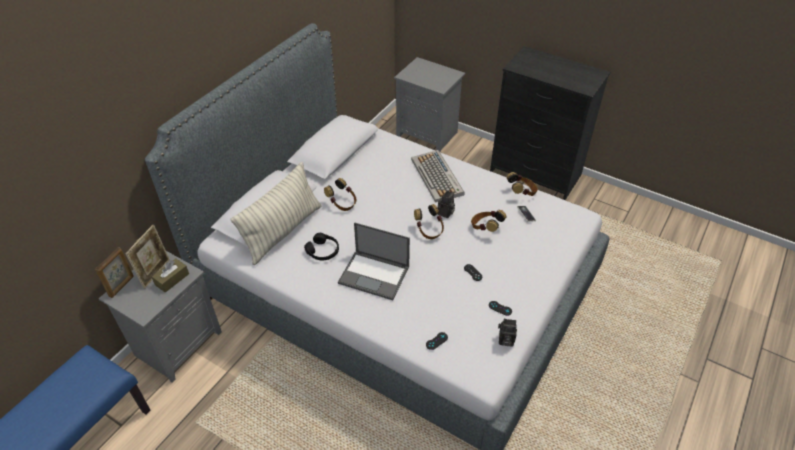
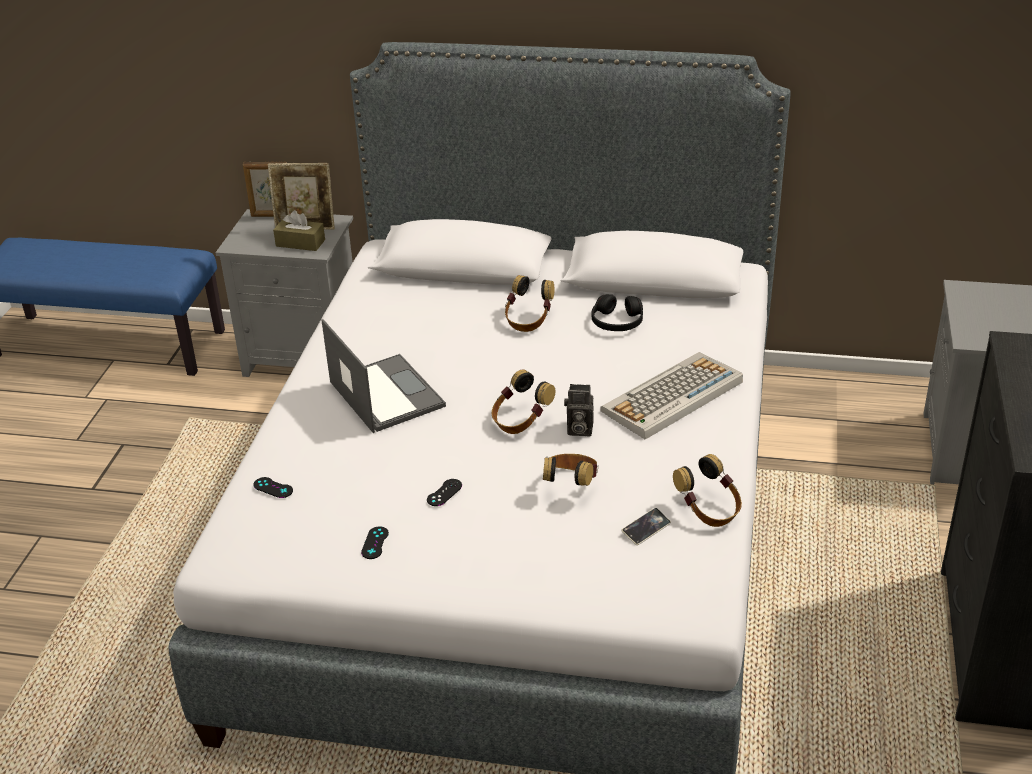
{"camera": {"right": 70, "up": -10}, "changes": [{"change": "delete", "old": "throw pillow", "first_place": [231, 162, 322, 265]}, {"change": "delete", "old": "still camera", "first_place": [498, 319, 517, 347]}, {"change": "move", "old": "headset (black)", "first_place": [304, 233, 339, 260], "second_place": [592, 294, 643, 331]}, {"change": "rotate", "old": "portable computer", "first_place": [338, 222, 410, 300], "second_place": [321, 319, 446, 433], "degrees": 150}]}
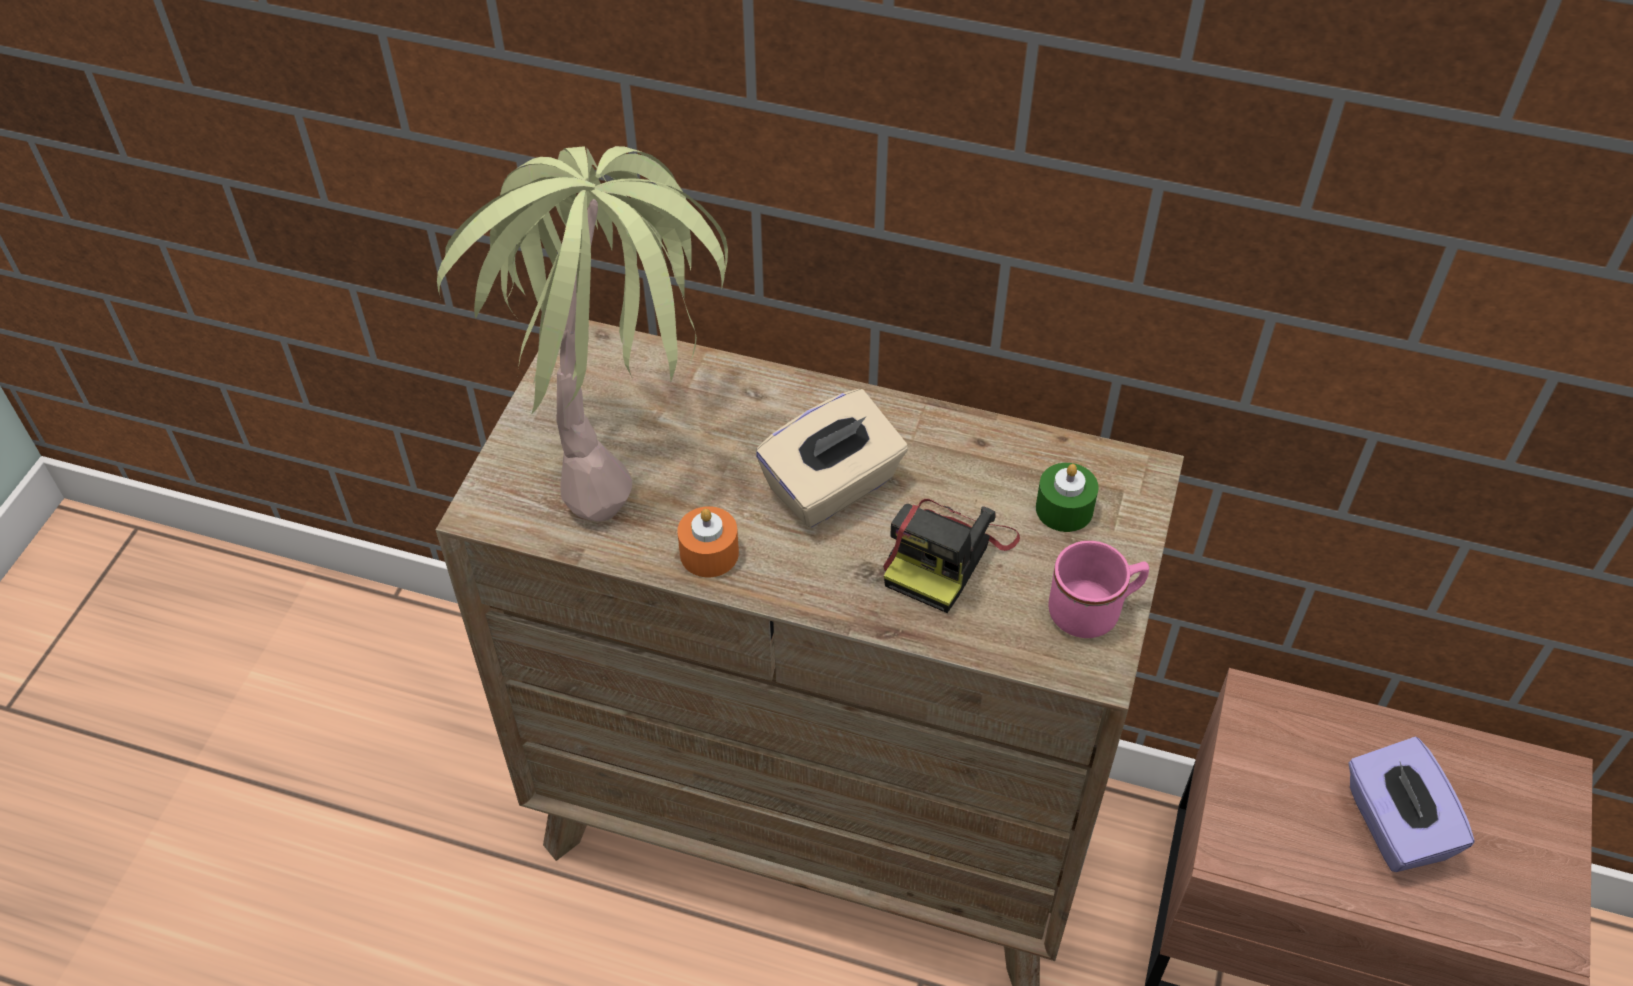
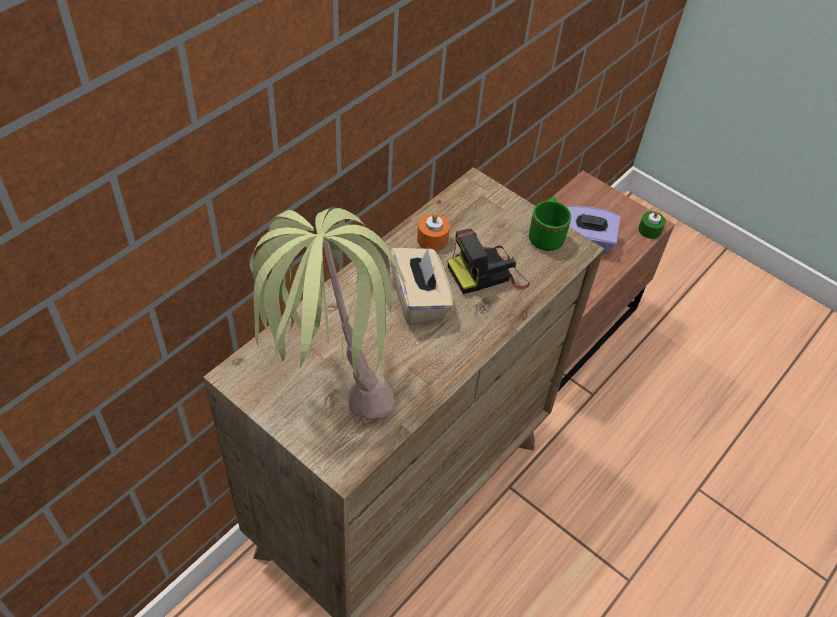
{"camera": {"right": -70, "up": 0}, "changes": [{"change": "move", "old": "wax light (orange-coloured)", "first_place": [677, 506, 739, 577], "second_place": [417, 213, 450, 251]}, {"change": "move", "old": "wax light (greenish)", "first_place": [1036, 463, 1099, 532], "second_place": [638, 210, 666, 239]}, {"change": "recolor", "old": "coffee mug (pink)", "new": "coffee mug (greenish)", "first_place": [1048, 541, 1149, 638], "second_place": [529, 196, 571, 251]}, {"change": "rotate", "old": "still camera", "first_place": [883, 499, 1020, 613], "second_place": [448, 229, 529, 294], "degrees": 105}]}
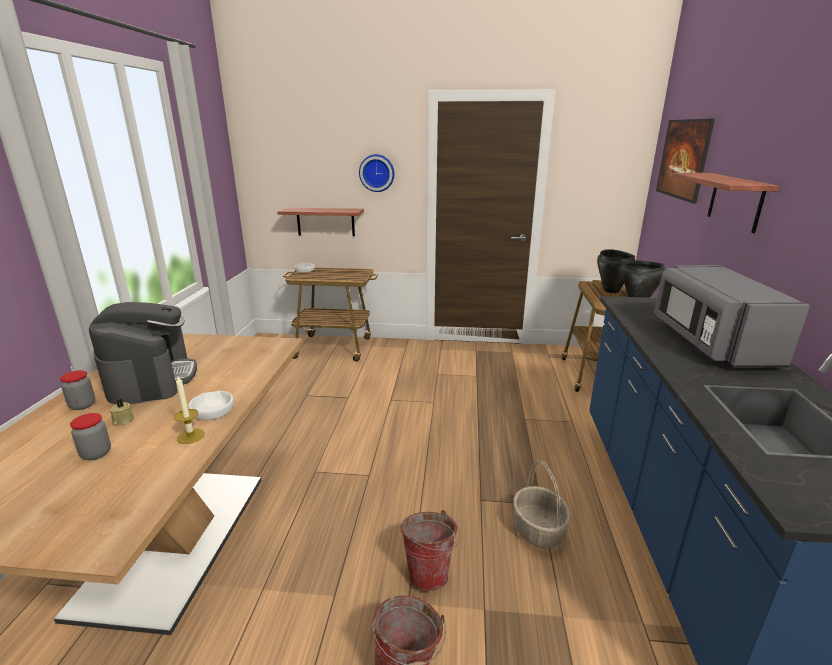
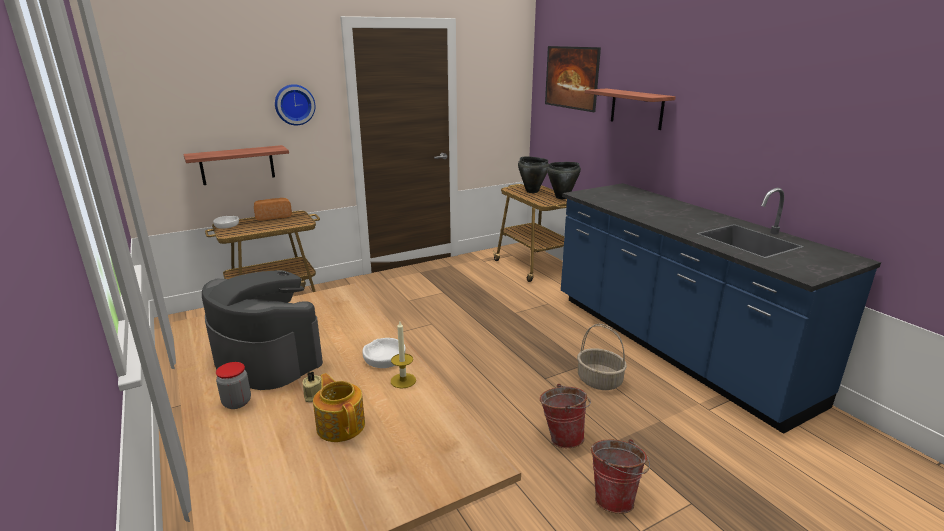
{"camera": {"right": -35, "up": 0}, "changes": [{"change": "delete", "old": "microwave (gray)", "first_place": [654, 265, 810, 368]}, {"change": "insert", "new": "bread", "second_place": [254, 198, 292, 221]}, {"change": "replace", "old": "jar", "new": "teapot", "first_place": [70, 413, 111, 460], "second_place": [313, 373, 365, 442]}]}
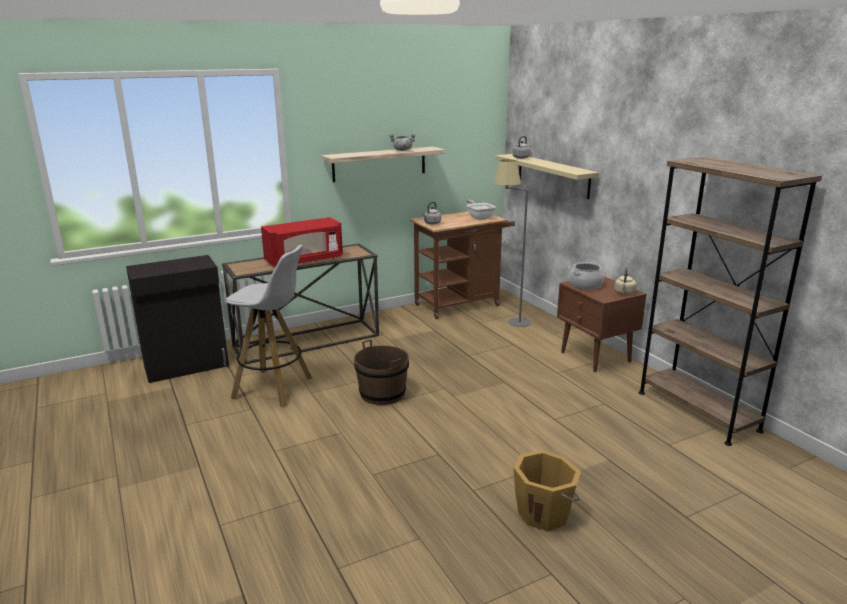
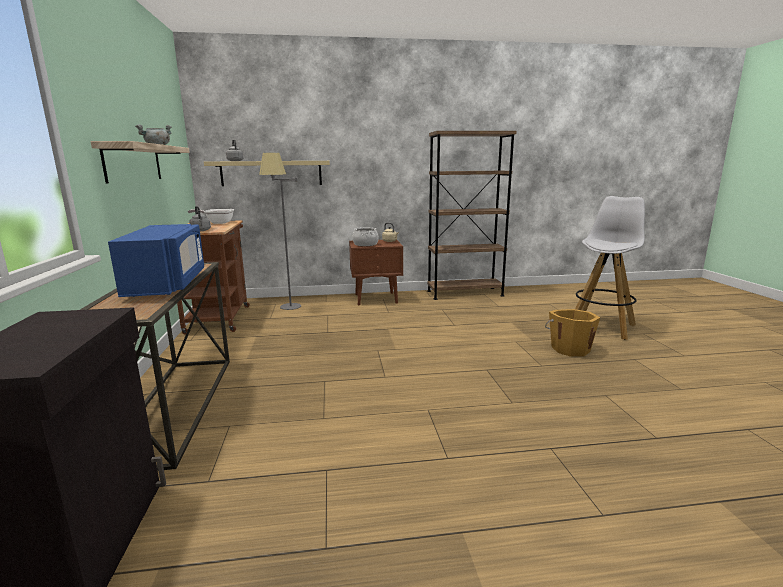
{"camera": {"right": -70, "up": -5}, "changes": [{"change": "delete", "old": "bucket (brownish)", "first_place": [354, 339, 409, 405]}, {"change": "move", "old": "stool (whitish)", "first_place": [225, 245, 312, 407], "second_place": [575, 196, 645, 340]}, {"change": "recolor", "old": "microwave (red)", "new": "microwave (blue)", "first_place": [261, 217, 343, 267], "second_place": [108, 224, 204, 297]}]}
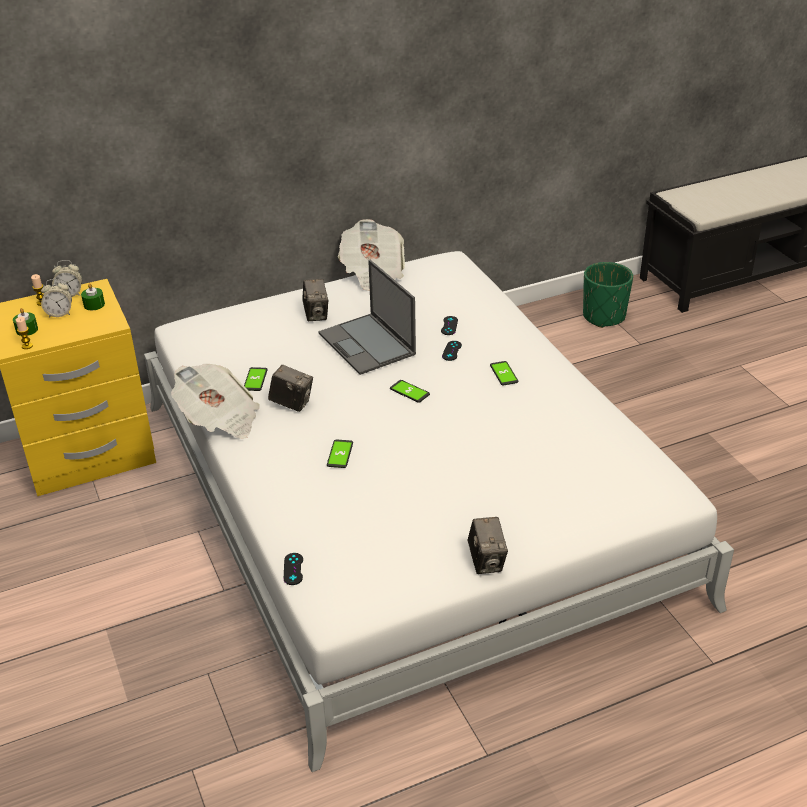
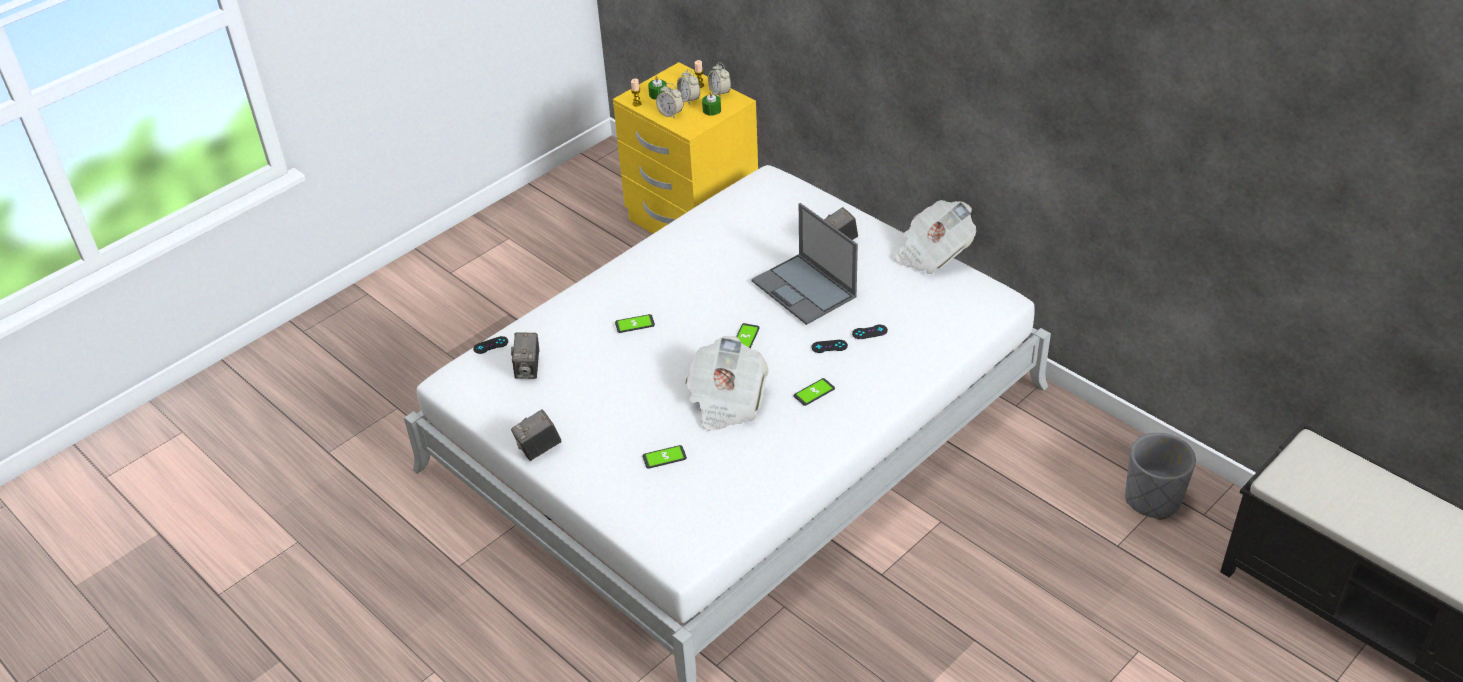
{"camera": {"right": 70, "up": 5}, "changes": [{"change": "insert", "new": "bedside clock", "second_place": [656, 83, 684, 119]}, {"change": "move", "old": "newspaper", "first_place": [171, 364, 260, 439], "second_place": [685, 336, 769, 431]}, {"change": "move", "old": "handset", "first_place": [244, 367, 267, 391], "second_place": [642, 445, 687, 469]}, {"change": "move", "old": "still camera", "first_place": [268, 365, 313, 412], "second_place": [511, 332, 539, 379]}, {"change": "recolor", "old": "planter (greenish)", "new": "planter (gray)", "first_place": [583, 262, 633, 328], "second_place": [1125, 433, 1196, 520]}, {"change": "rotate", "old": "portable computer", "first_place": [318, 260, 416, 375], "second_place": [751, 203, 858, 325], "degrees": -75}]}
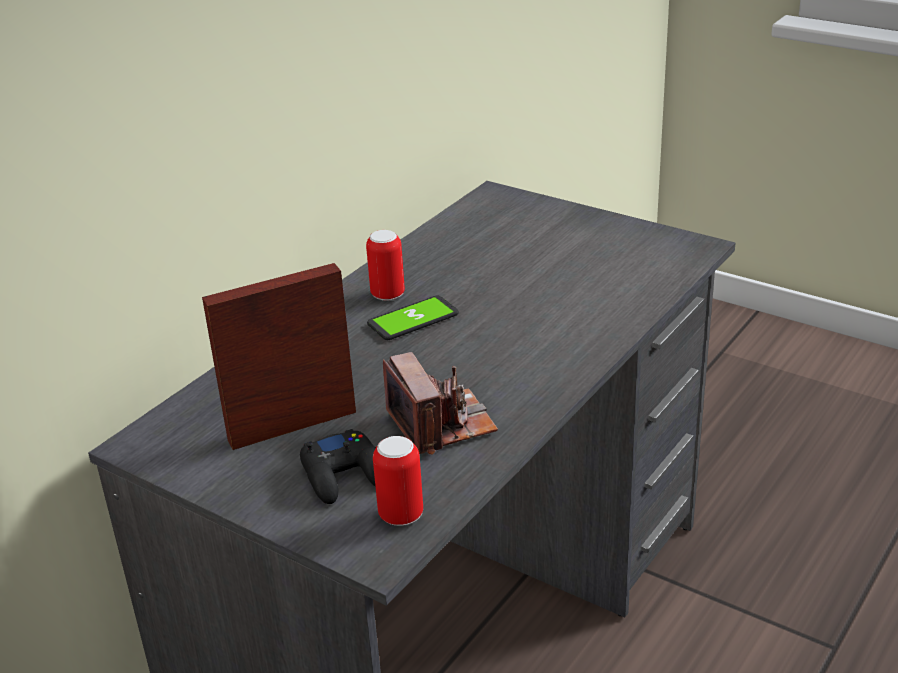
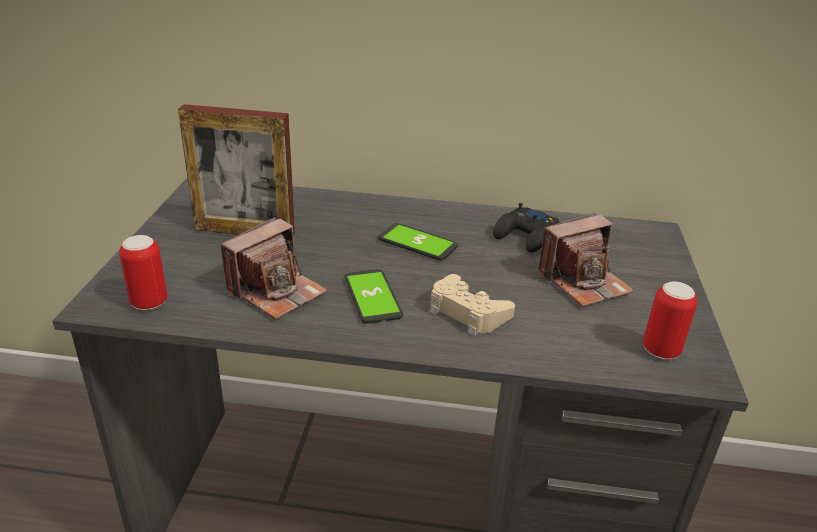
{"camera": {"right": 60, "up": 0}, "changes": [{"change": "insert", "new": "handset", "second_place": [344, 269, 403, 324]}, {"change": "insert", "new": "gamepad (beige)", "second_place": [429, 274, 515, 336]}, {"change": "insert", "new": "still camera", "second_place": [538, 213, 634, 307]}, {"change": "move", "old": "gamepad (black)", "first_place": [300, 429, 376, 504], "second_place": [493, 203, 560, 253]}, {"change": "move", "old": "can", "first_place": [366, 230, 405, 301], "second_place": [643, 281, 697, 359]}, {"change": "rotate", "old": "picture frame", "first_place": [202, 263, 356, 450], "second_place": [178, 104, 295, 235], "degrees": 150}]}
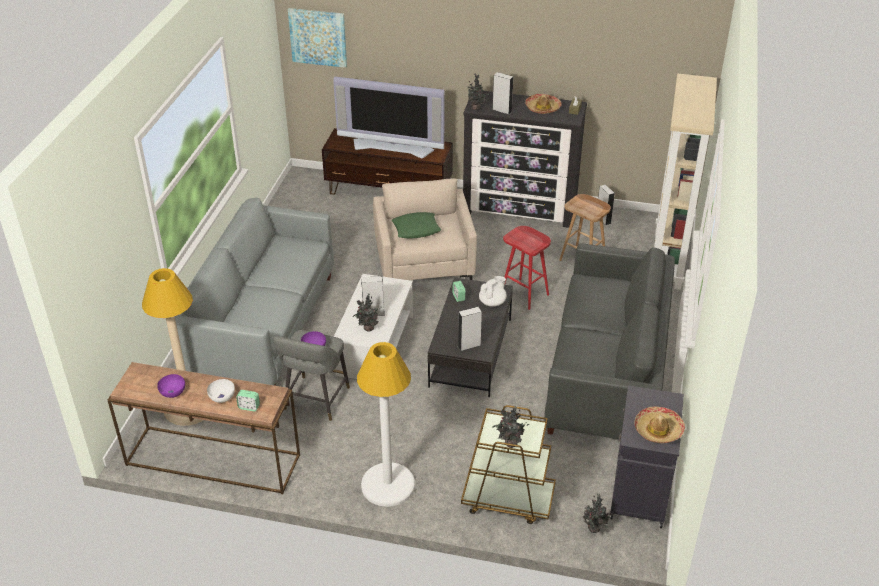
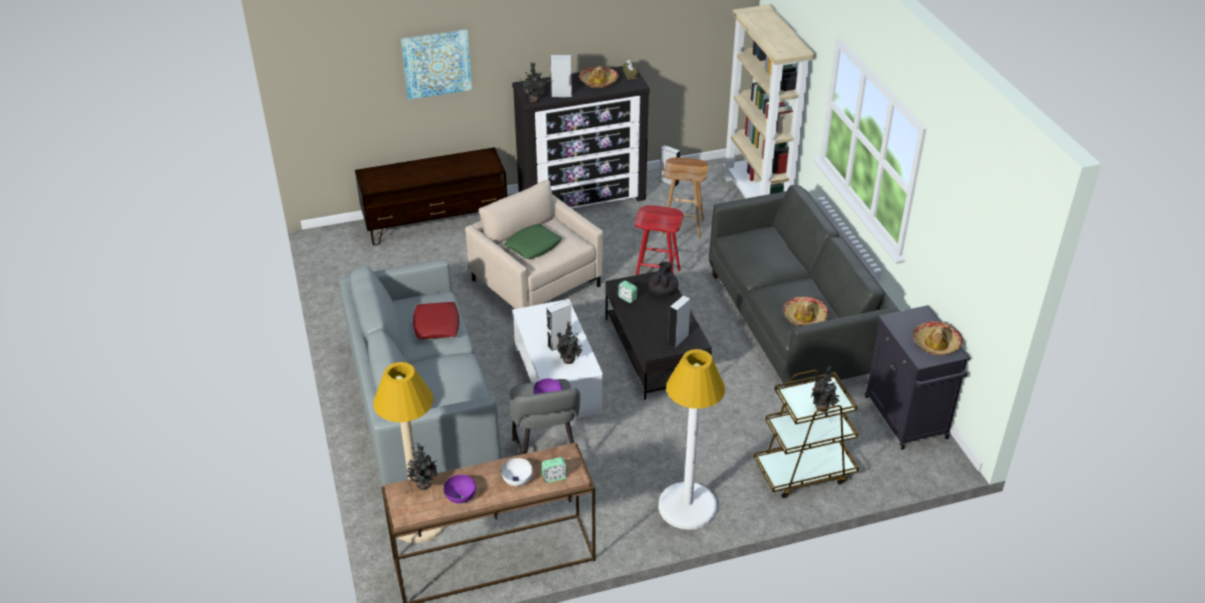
{"camera": {"right": -30, "up": 0}, "changes": [{"change": "delete", "old": "television", "first_place": [333, 76, 445, 158]}, {"change": "insert", "new": "throw pillow (red)", "second_place": [413, 302, 459, 339]}, {"change": "insert", "new": "hat", "second_place": [783, 297, 829, 326]}, {"change": "move", "old": "wall picture", "first_place": [288, 8, 347, 68], "second_place": [401, 29, 472, 100]}, {"change": "move", "old": "potted plant", "first_place": [582, 493, 610, 533], "second_place": [407, 441, 438, 490]}, {"change": "recolor", "old": "teapot (whitish)", "new": "teapot (black)", "first_place": [479, 276, 507, 307], "second_place": [649, 262, 679, 296]}]}
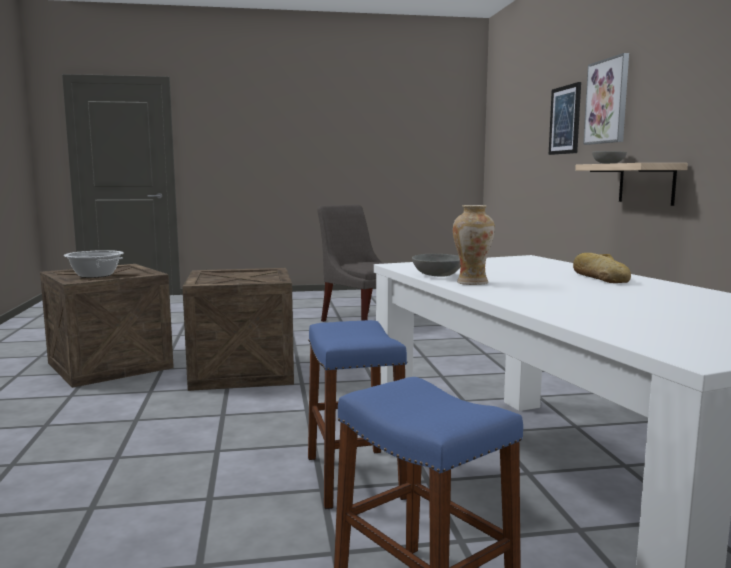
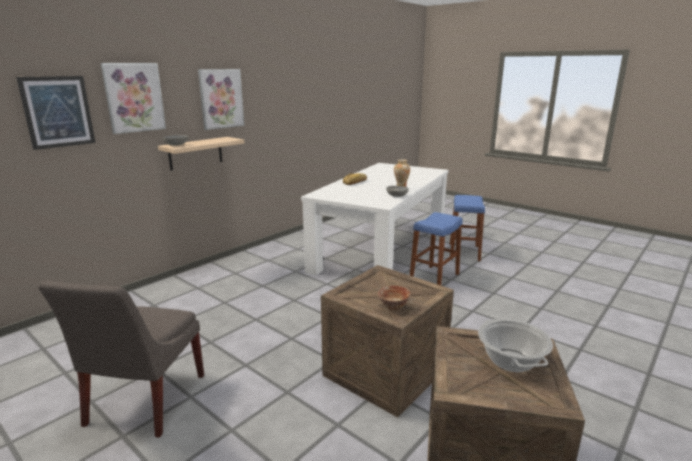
{"camera": {"right": -130, "up": 10}, "changes": [{"change": "insert", "new": "wall picture", "second_place": [198, 69, 244, 130]}, {"change": "insert", "new": "serving bowl", "second_place": [378, 285, 410, 311]}]}
